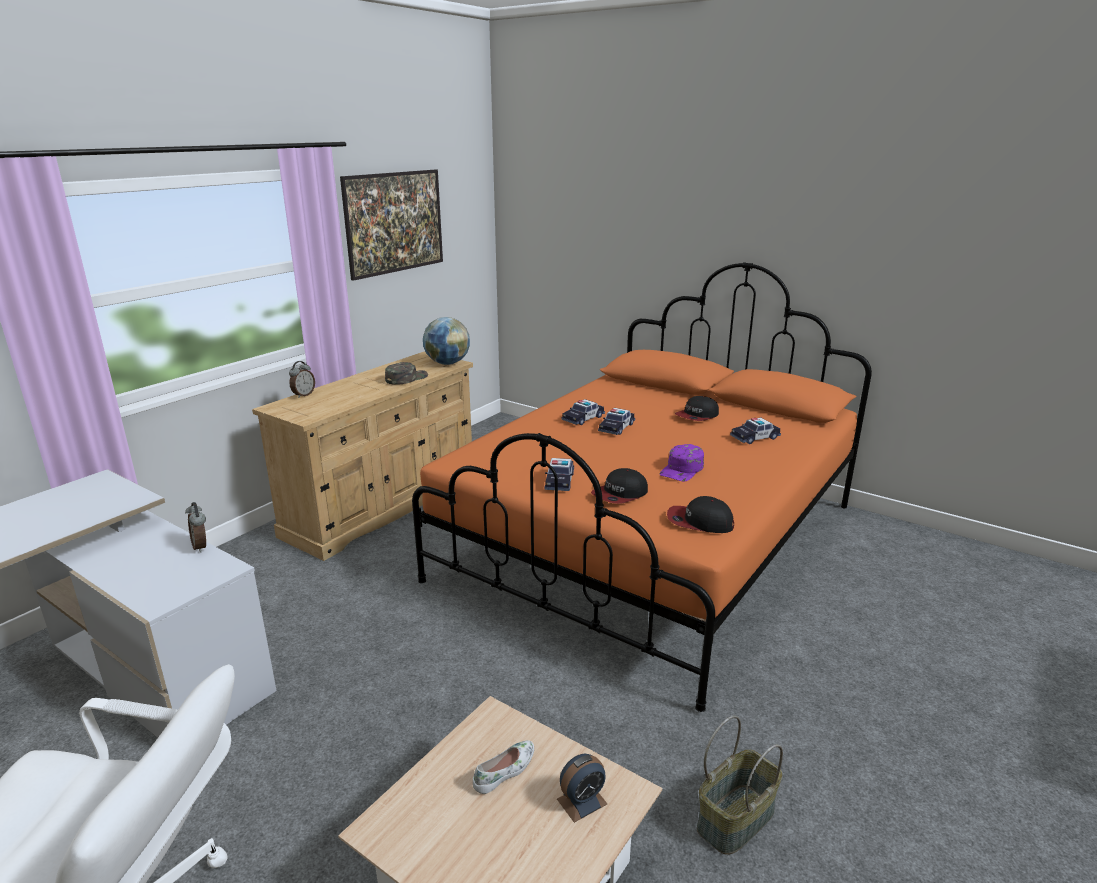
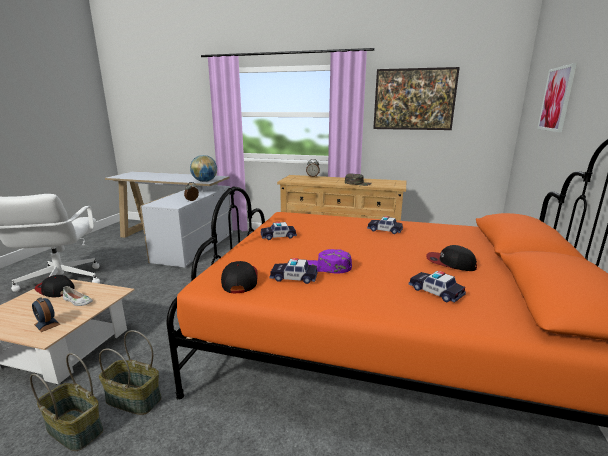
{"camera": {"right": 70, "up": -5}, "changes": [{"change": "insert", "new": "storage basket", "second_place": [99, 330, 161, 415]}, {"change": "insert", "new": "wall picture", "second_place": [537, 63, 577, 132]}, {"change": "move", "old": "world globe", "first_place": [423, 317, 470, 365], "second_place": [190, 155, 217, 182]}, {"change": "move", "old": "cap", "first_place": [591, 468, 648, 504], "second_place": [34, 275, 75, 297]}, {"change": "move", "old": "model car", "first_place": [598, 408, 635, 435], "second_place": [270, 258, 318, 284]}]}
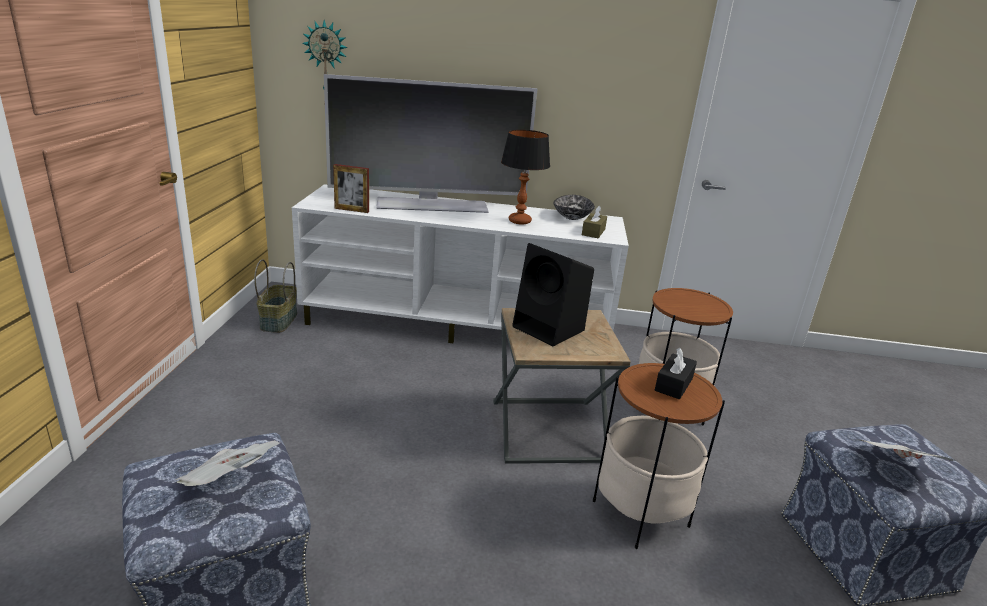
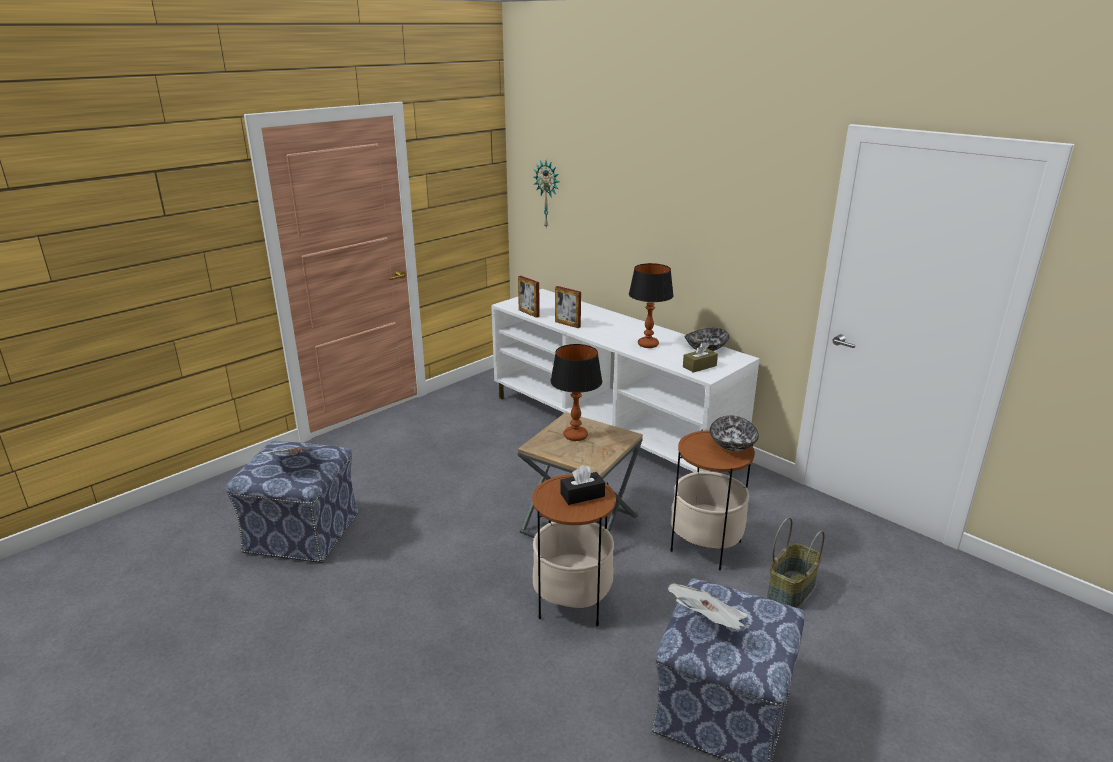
{"camera": {"right": 40, "up": 0}, "changes": [{"change": "delete", "old": "television", "first_place": [324, 74, 538, 213]}, {"change": "insert", "new": "picture frame", "second_place": [555, 286, 581, 328]}, {"change": "insert", "new": "serving bowl", "second_place": [709, 416, 759, 451]}, {"change": "move", "old": "storage basket", "first_place": [254, 259, 297, 333], "second_place": [767, 517, 825, 608]}, {"change": "replace", "old": "loudspeaker (black)", "new": "table lamp", "first_place": [512, 243, 594, 346], "second_place": [550, 344, 602, 441]}]}
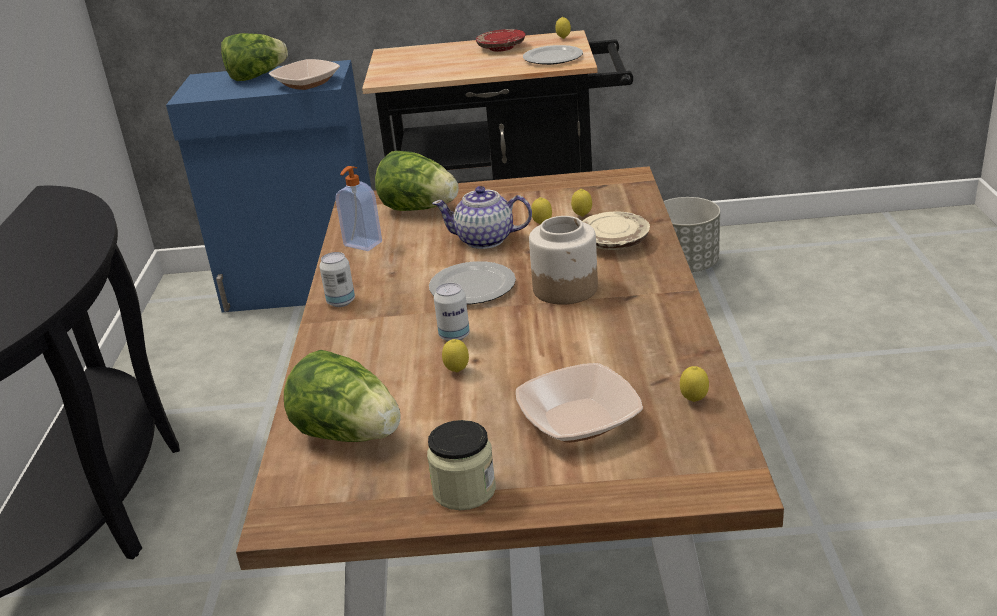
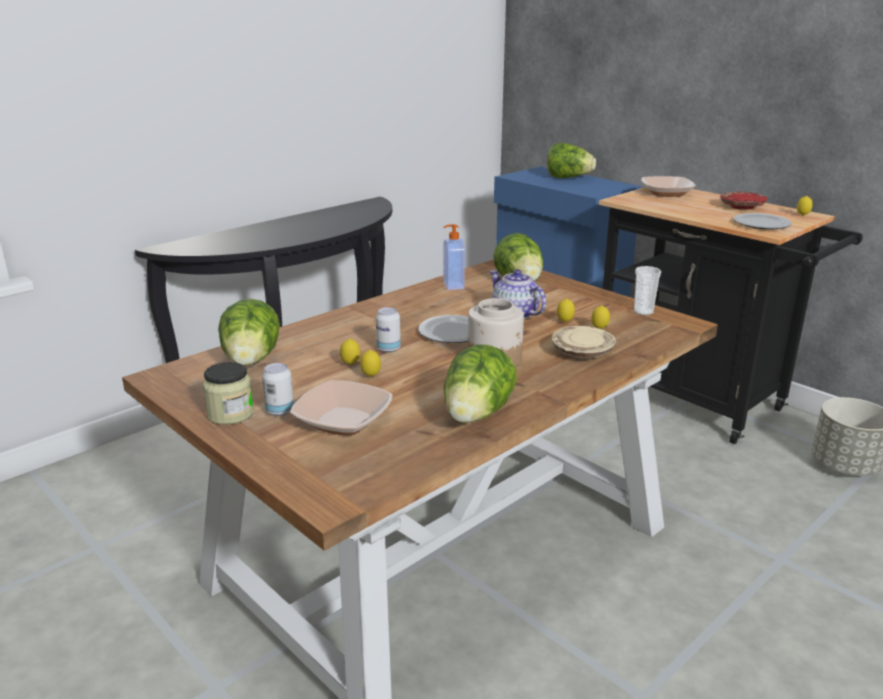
{"camera": {"right": 45, "up": -5}, "changes": [{"change": "insert", "new": "head of lettuce", "second_place": [444, 344, 517, 423]}, {"change": "insert", "new": "cup", "second_place": [634, 266, 661, 315]}, {"change": "move", "old": "serving bowl", "first_place": [269, 59, 340, 90], "second_place": [641, 176, 696, 197]}, {"change": "move", "old": "can", "first_place": [319, 252, 355, 307], "second_place": [262, 363, 294, 416]}, {"change": "move", "old": "whole lemon", "first_place": [680, 366, 709, 402], "second_place": [360, 350, 381, 377]}]}
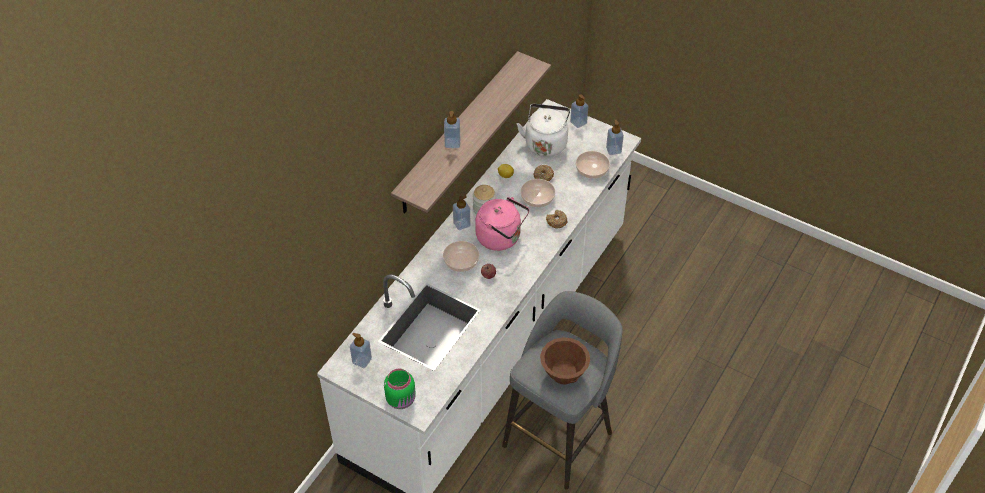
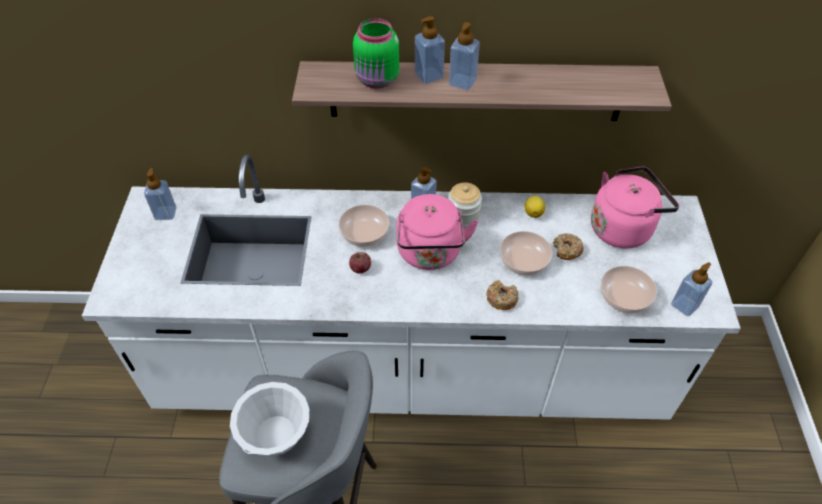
{"camera": {"right": 60, "up": 0}, "changes": [{"change": "move", "old": "jar (greenish)", "first_place": [384, 369, 416, 409], "second_place": [353, 18, 399, 89]}, {"change": "move", "old": "soap bottle", "first_place": [570, 94, 589, 128], "second_place": [449, 22, 480, 90]}, {"change": "recolor", "old": "tea kettle (whitish)", "new": "tea kettle (pink)", "first_place": [517, 104, 570, 157], "second_place": [591, 166, 679, 248]}, {"change": "recolor", "old": "serving bowl (brownish)", "new": "serving bowl (whitish)", "first_place": [540, 337, 590, 384], "second_place": [230, 382, 309, 456]}]}
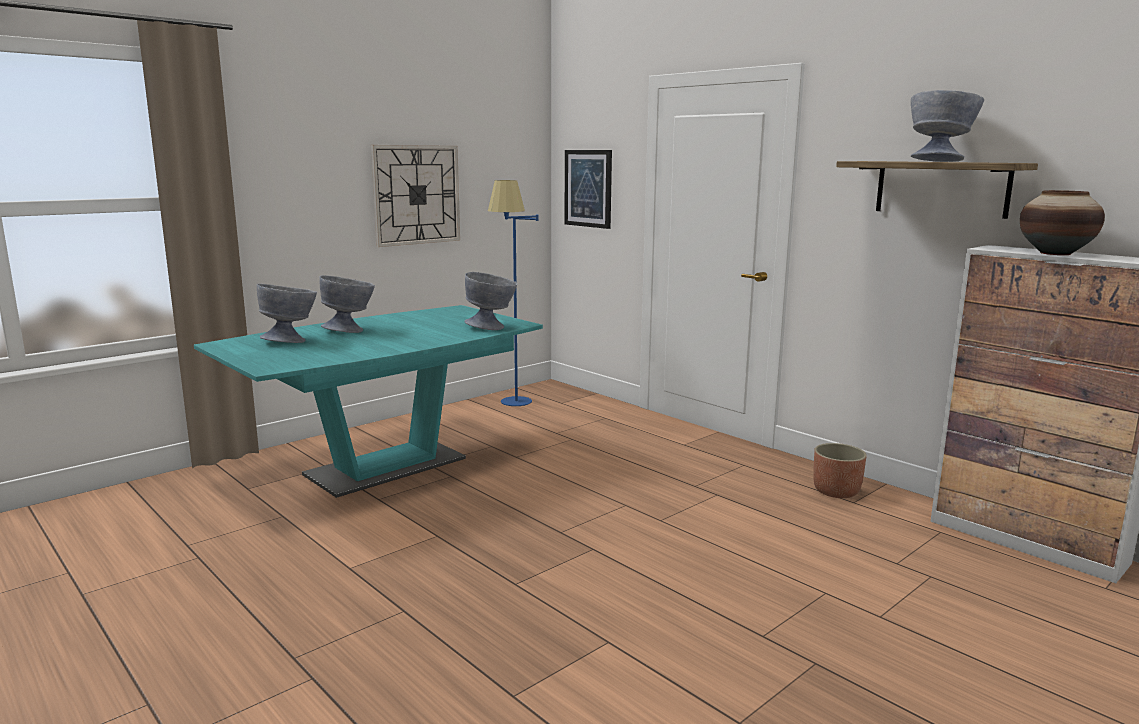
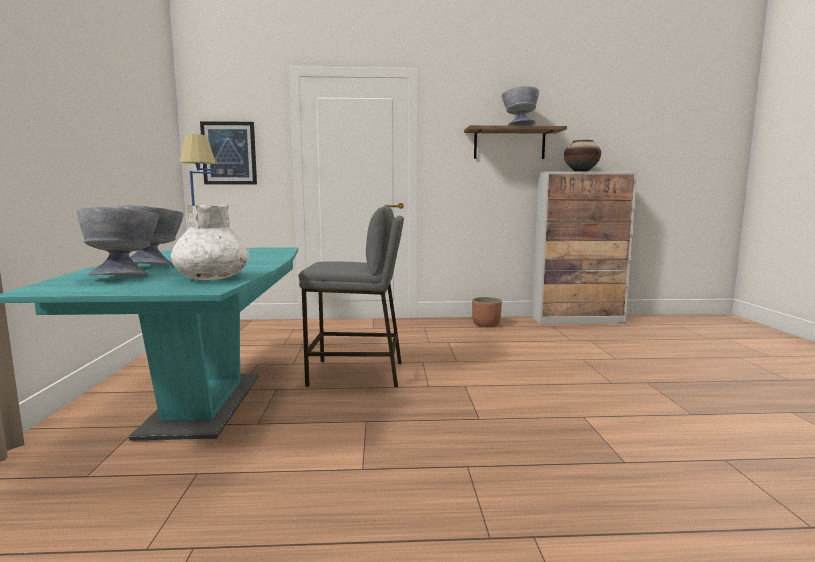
{"camera": {"right": -50, "up": -5}, "changes": [{"change": "delete", "old": "wall clock", "first_place": [371, 145, 460, 247]}, {"change": "delete", "old": "serving bowl (gray)", "first_place": [464, 272, 517, 330]}, {"change": "insert", "new": "decorative vase (whitish)", "second_place": [171, 205, 249, 280]}, {"change": "insert", "new": "stool (gray)", "second_place": [298, 205, 404, 387]}]}
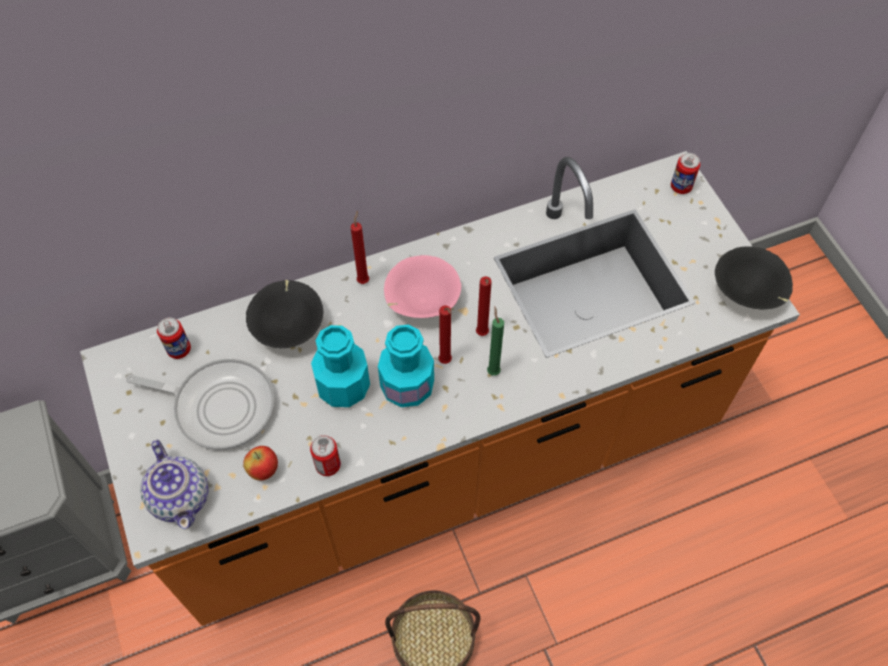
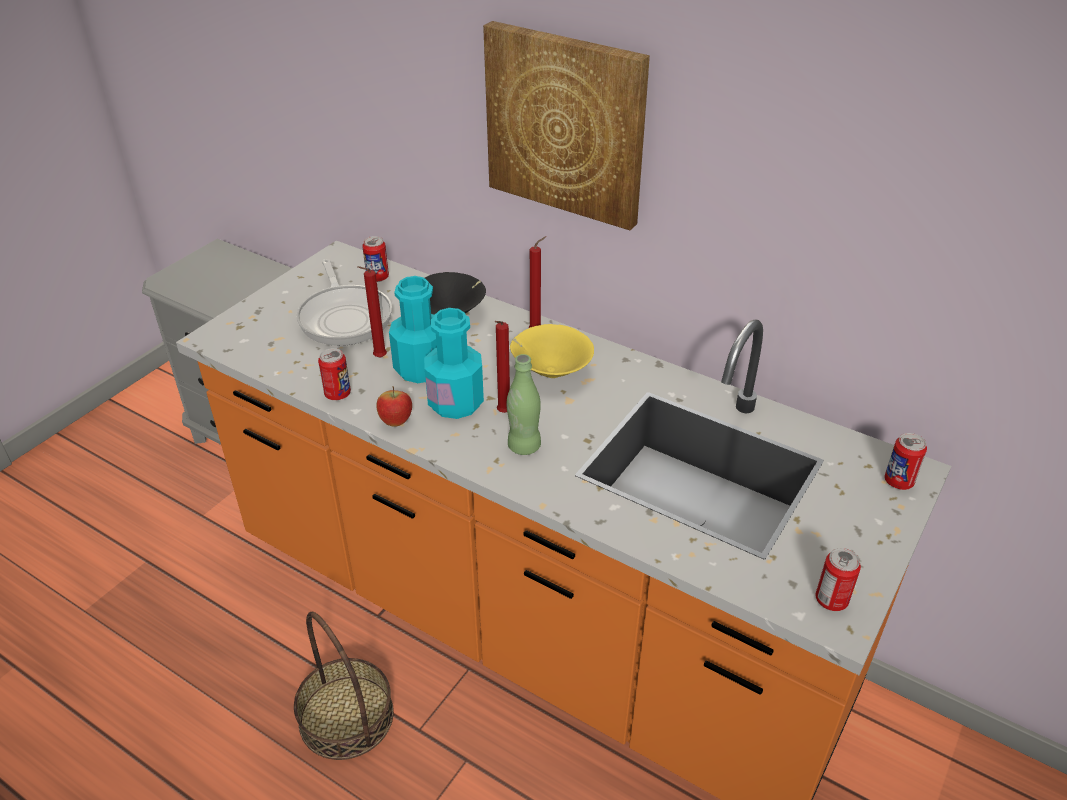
{"camera": {"right": 55, "up": -20}, "changes": [{"change": "delete", "old": "teapot", "first_place": [140, 440, 209, 529]}, {"change": "insert", "new": "wall picture", "second_place": [483, 21, 650, 230]}, {"change": "move", "old": "apple", "first_place": [243, 446, 278, 481], "second_place": [377, 386, 412, 427]}, {"change": "move", "old": "wax light (red)", "first_place": [476, 276, 492, 336], "second_place": [358, 266, 387, 358]}, {"change": "replace", "old": "wax light (greenish)", "new": "bottle (greenish)", "first_place": [487, 307, 504, 376], "second_place": [507, 354, 541, 455]}, {"change": "replace", "old": "serving bowl (black)", "new": "can", "first_place": [715, 246, 793, 310], "second_place": [816, 548, 861, 611]}, {"change": "recolor", "old": "serving bowl (pink)", "new": "serving bowl (yellow-coloured)", "first_place": [384, 255, 461, 318], "second_place": [510, 324, 594, 378]}]}
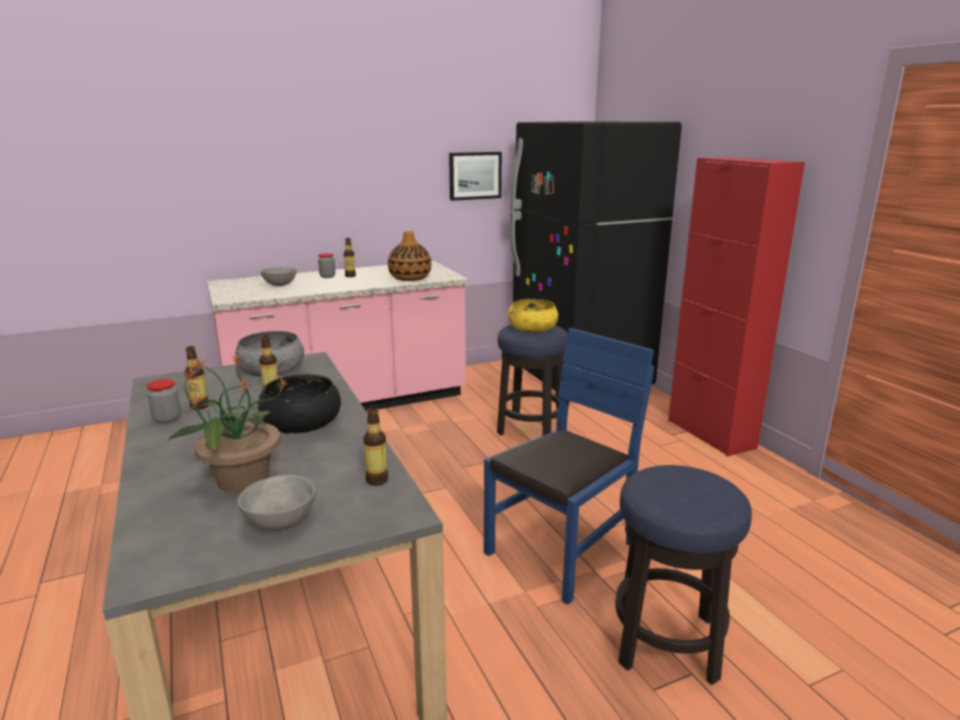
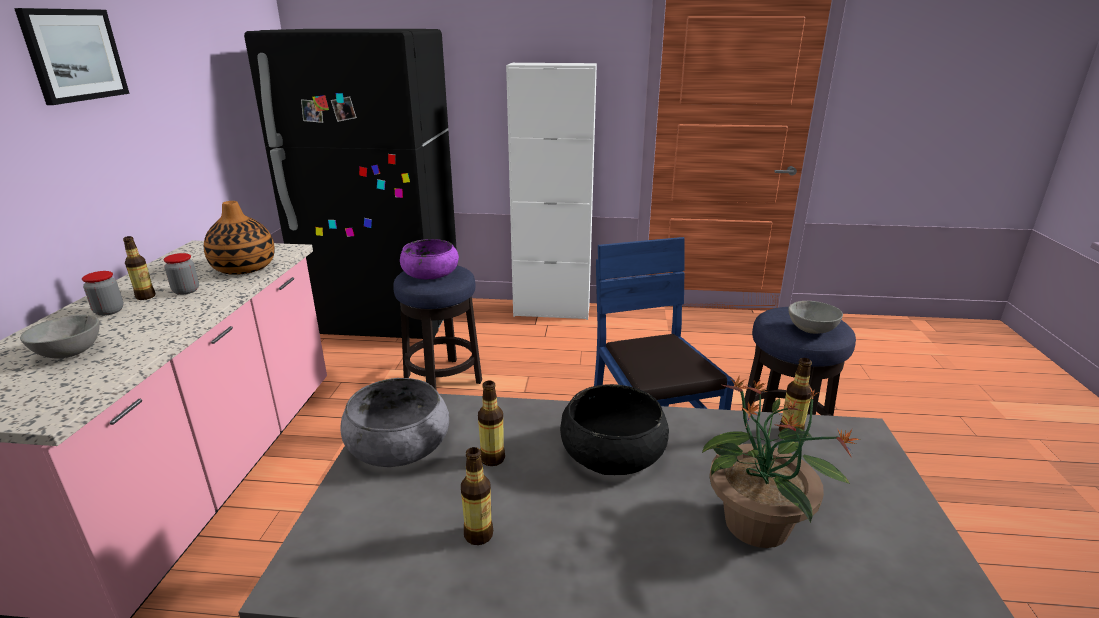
{"camera": {"right": -60, "up": 5}, "changes": [{"change": "move", "old": "jar", "first_place": [147, 379, 181, 424], "second_place": [163, 253, 199, 295]}, {"change": "move", "old": "serving bowl (gray)", "first_place": [238, 475, 316, 531], "second_place": [788, 301, 843, 334]}, {"change": "move", "old": "wall picture", "first_place": [449, 152, 502, 201], "second_place": [14, 8, 129, 105]}, {"change": "recolor", "old": "serving bowl (yellow-coloured)", "new": "serving bowl (purplish)", "first_place": [508, 299, 558, 332], "second_place": [400, 239, 459, 280]}, {"change": "recolor", "old": "storage cabinet (red)", "new": "storage cabinet (whitish)", "first_place": [668, 157, 805, 457], "second_place": [506, 63, 597, 320]}]}
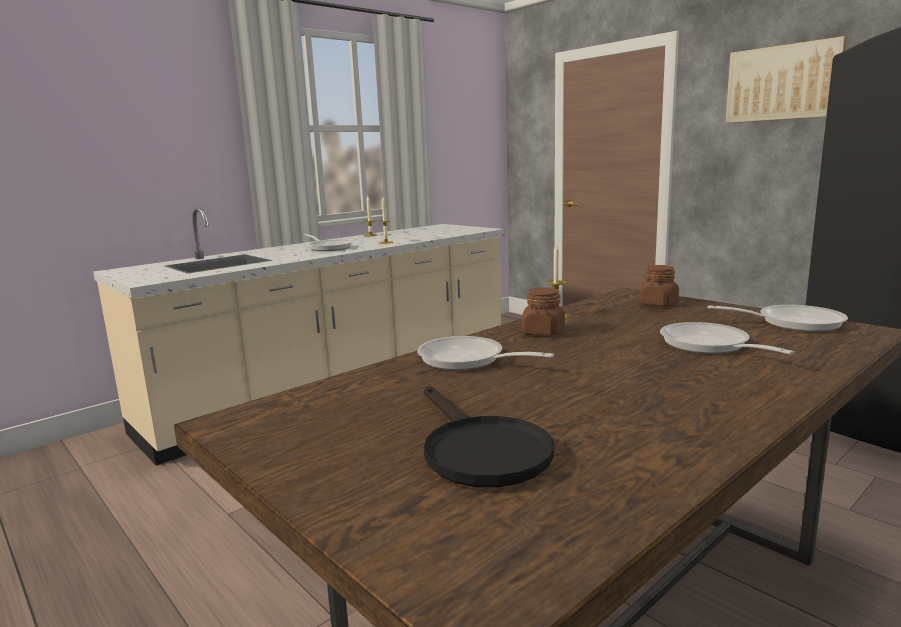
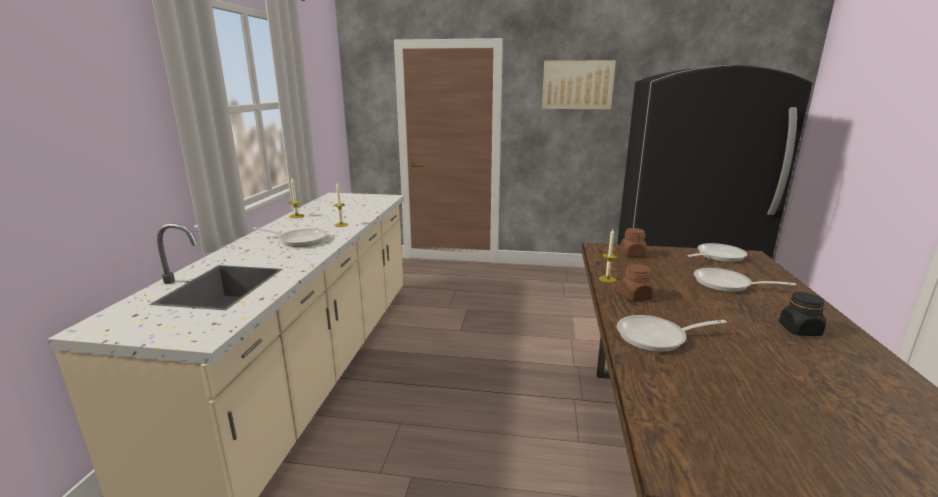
{"camera": {"right": -40, "up": 5}, "changes": [{"change": "delete", "old": "frying pan (black)", "first_place": [424, 386, 554, 487]}, {"change": "insert", "new": "jar (black)", "second_place": [779, 292, 826, 336]}]}
